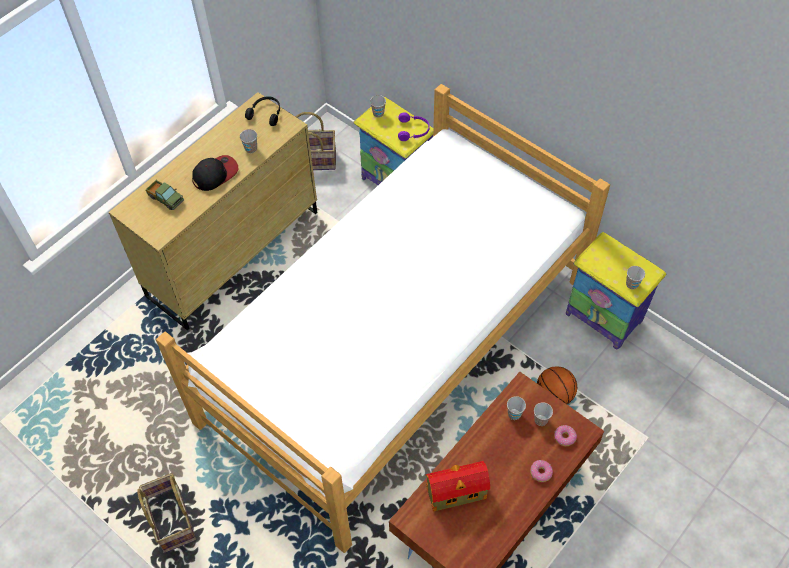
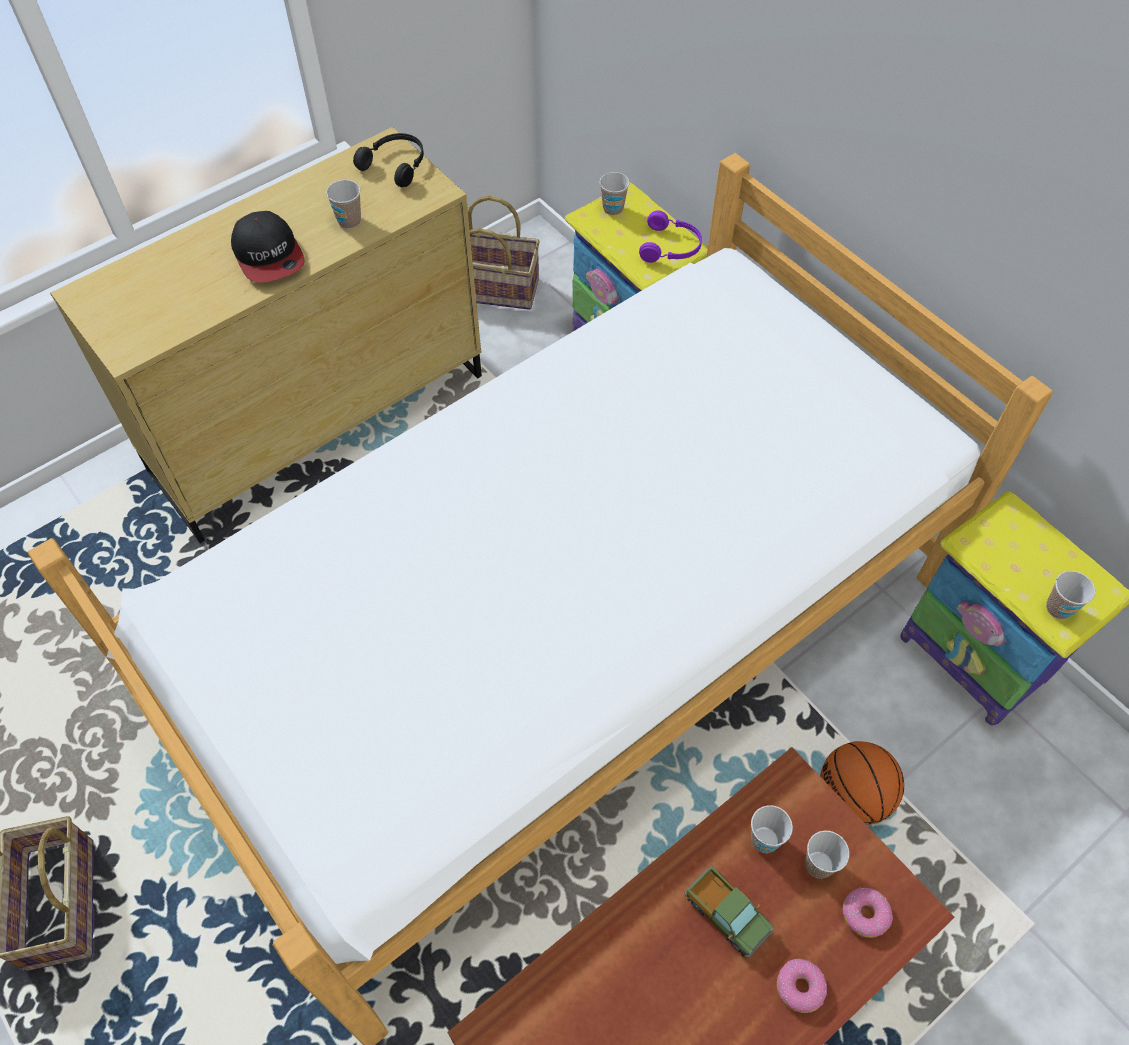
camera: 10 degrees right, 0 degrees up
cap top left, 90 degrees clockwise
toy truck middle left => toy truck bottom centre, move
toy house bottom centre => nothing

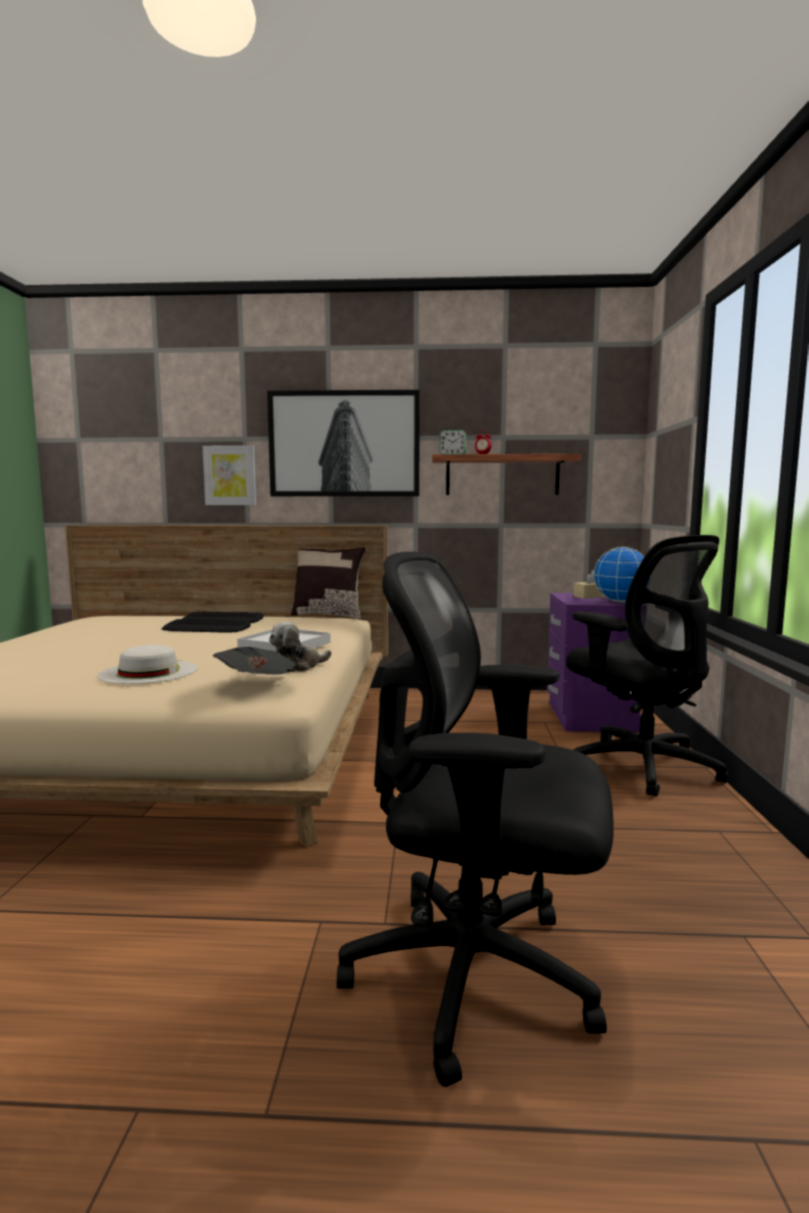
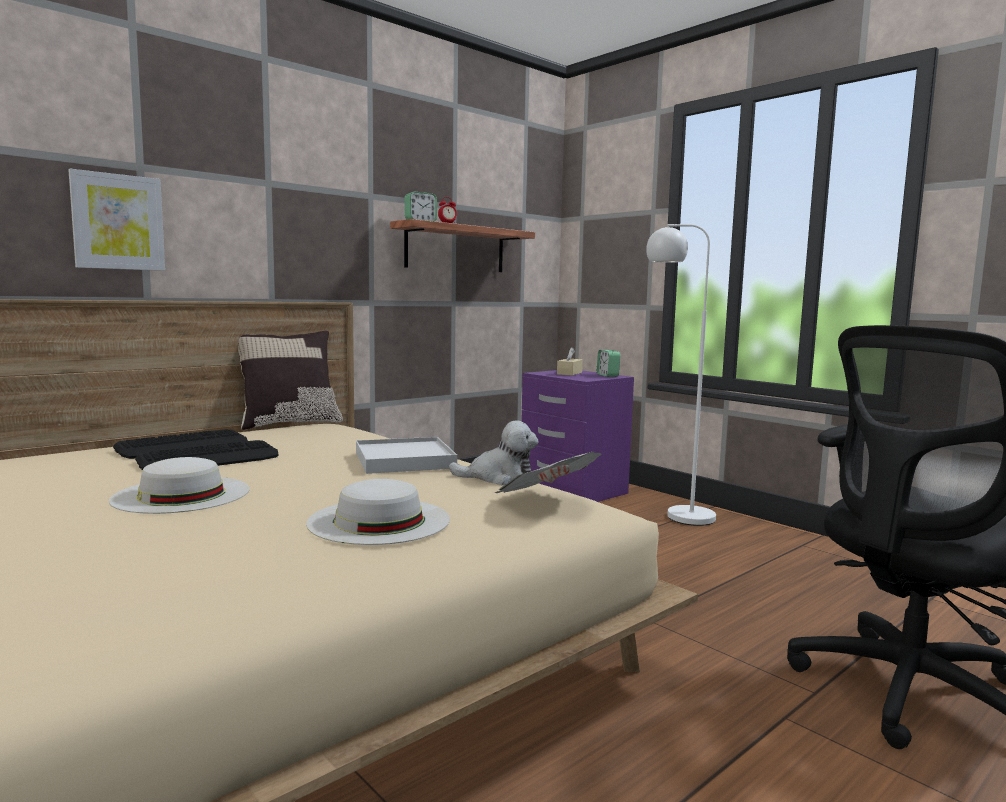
camera: 45 degrees left, 0 degrees up
nothing => hat (white) (1st from left) middle left
plush toy centre, 90 degrees counterclockwise
globe middle right => alarm clock (3rd from left) centre
office chair (black) (2nd from left) middle right => floor lamp (white) middle right
picture (2nd from left) centre => nothing

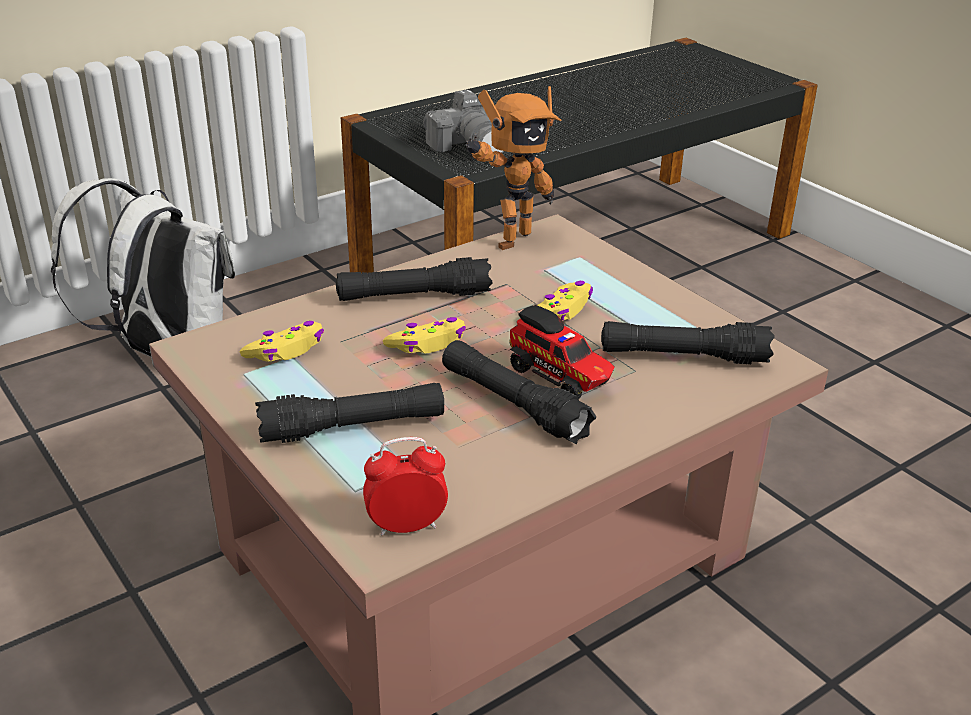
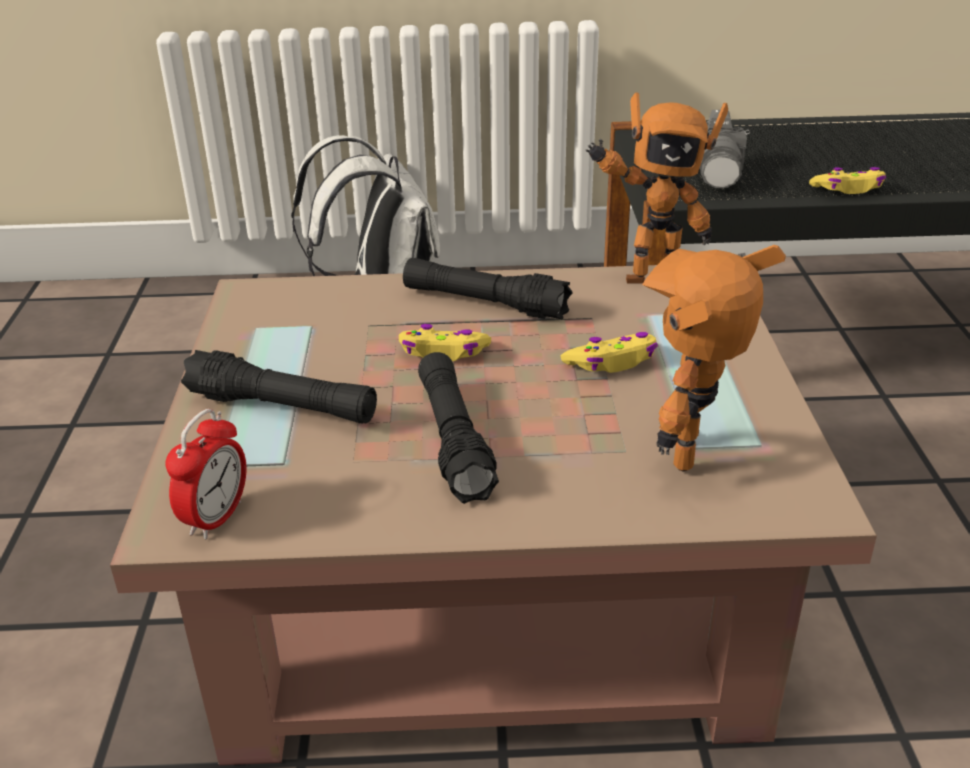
camera: 35 degrees right, 0 degrees up
alarm clock bottom centre => alarm clock middle left, 90 degrees clockwise
flashlight (black) (4th from left) middle right => toy robot (2nd from left) middle right
game controller (yellow) (1st from left in the first image) middle left => game controller (yellow) (3rd from left) top right, move
toy truck centre => nothing

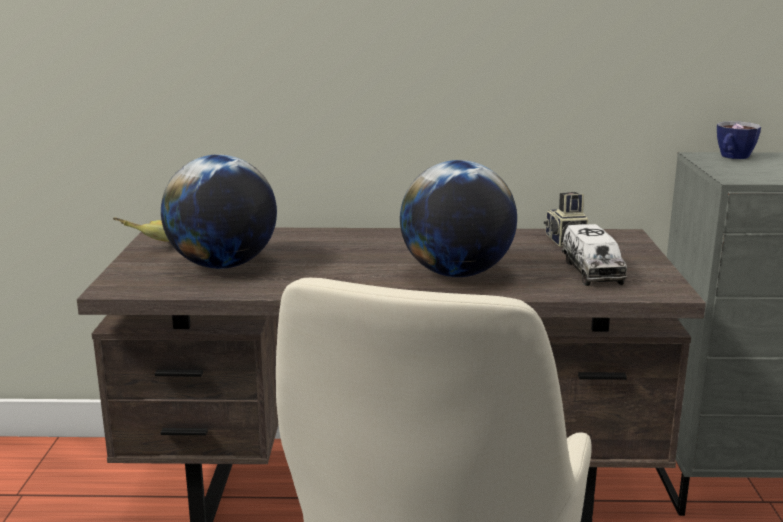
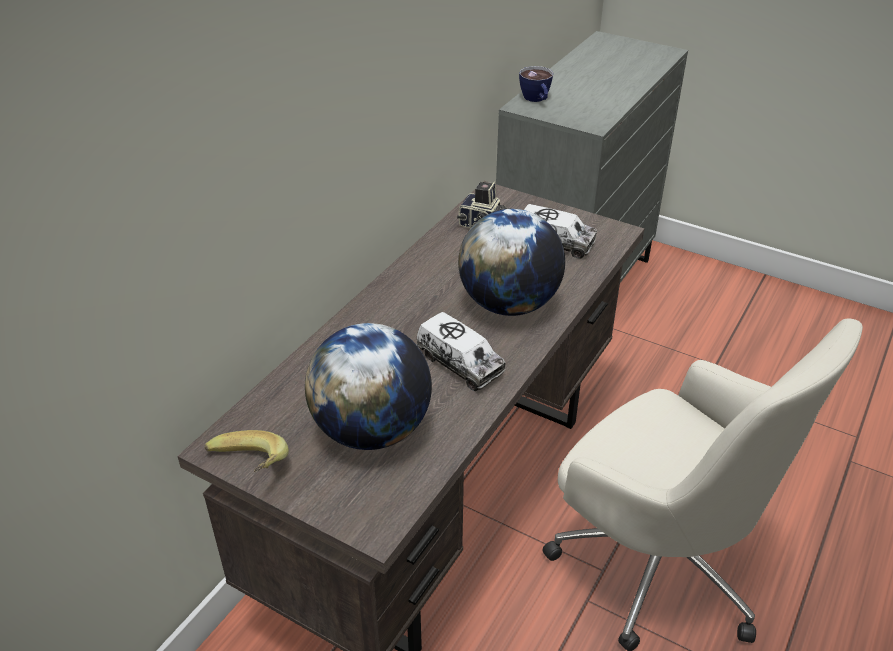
camera: 60 degrees left, 20 degrees up
nothing => toy truck (1st from left) centre

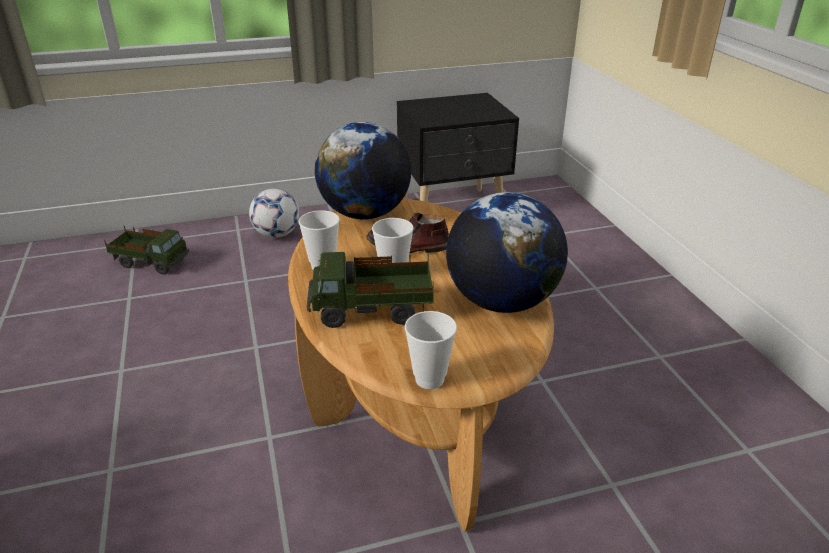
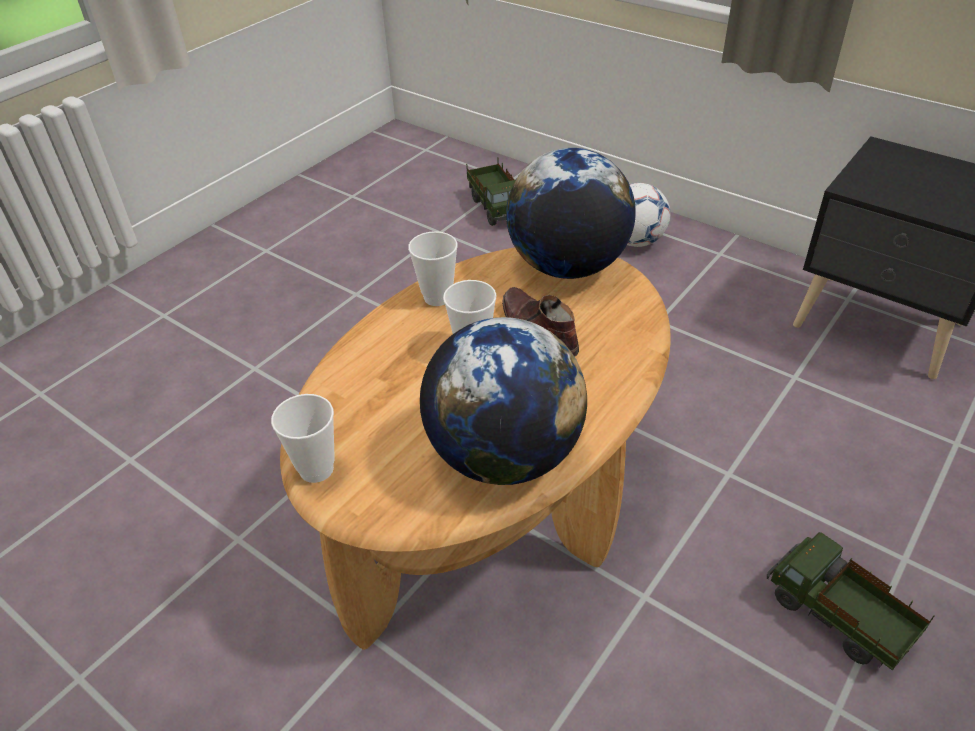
camera: 55 degrees right, 10 degrees up
toy truck (2nd from left) centre => toy truck (2nd from left) bottom right, move

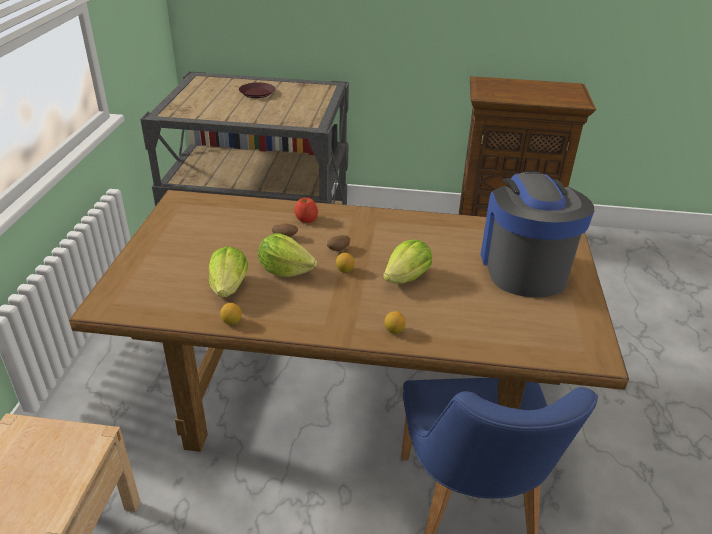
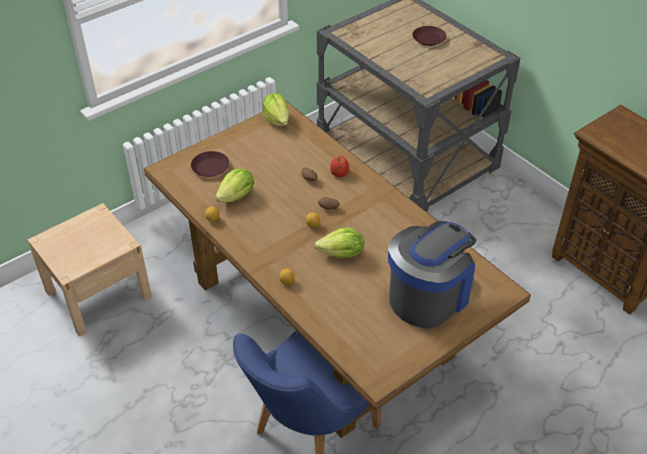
camera: 45 degrees right, 10 degrees up
nothing => plate (brown) (1st from left) middle left
lettuce (2nd from left) centre => lettuce (2nd from left) top centre, move

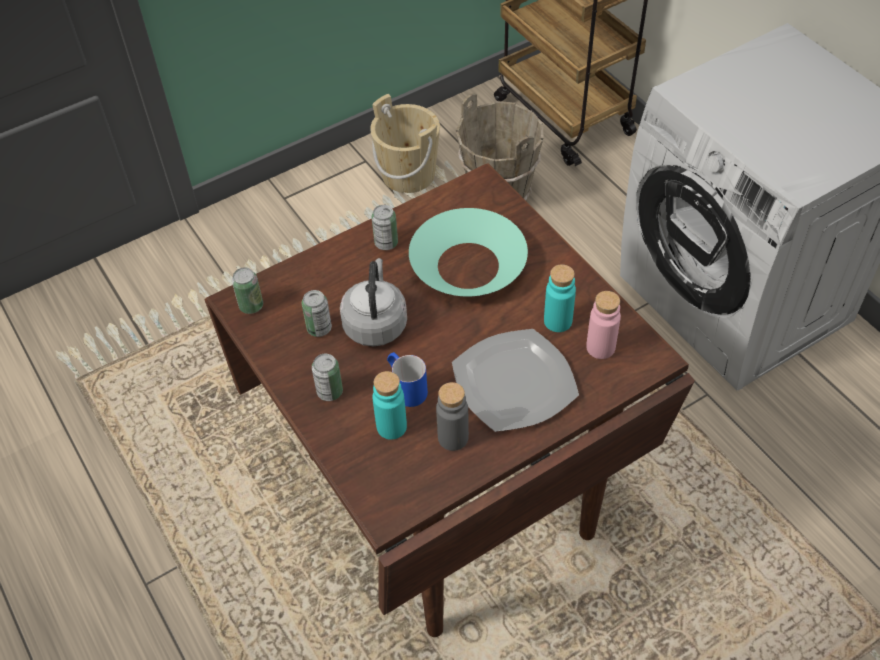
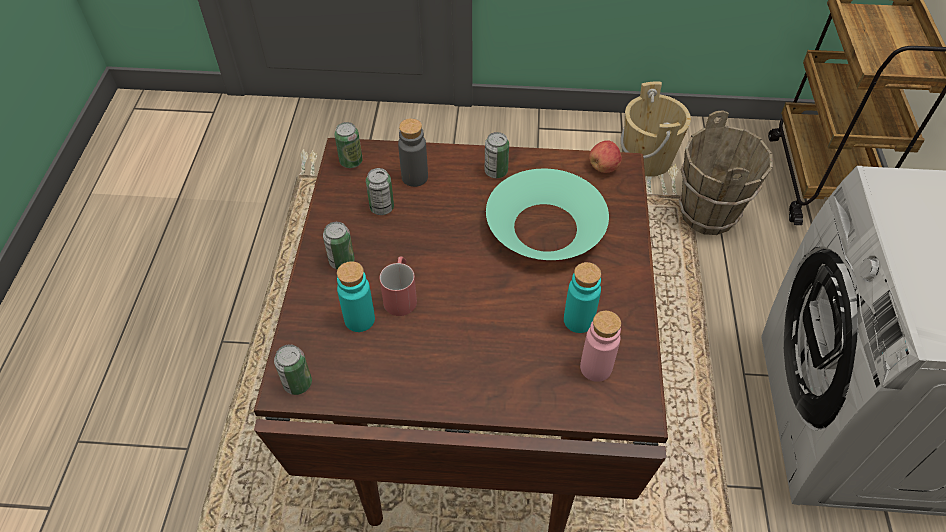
camera: 35 degrees right, 0 degrees up
nothing => can (1st from left) bottom left
mug (blue) centre => mug (red) centre
bottle (grey) centre => bottle (grey) top centre, move
nothing => apple top centre
kettle (grey) centre => nothing
plate centre => nothing

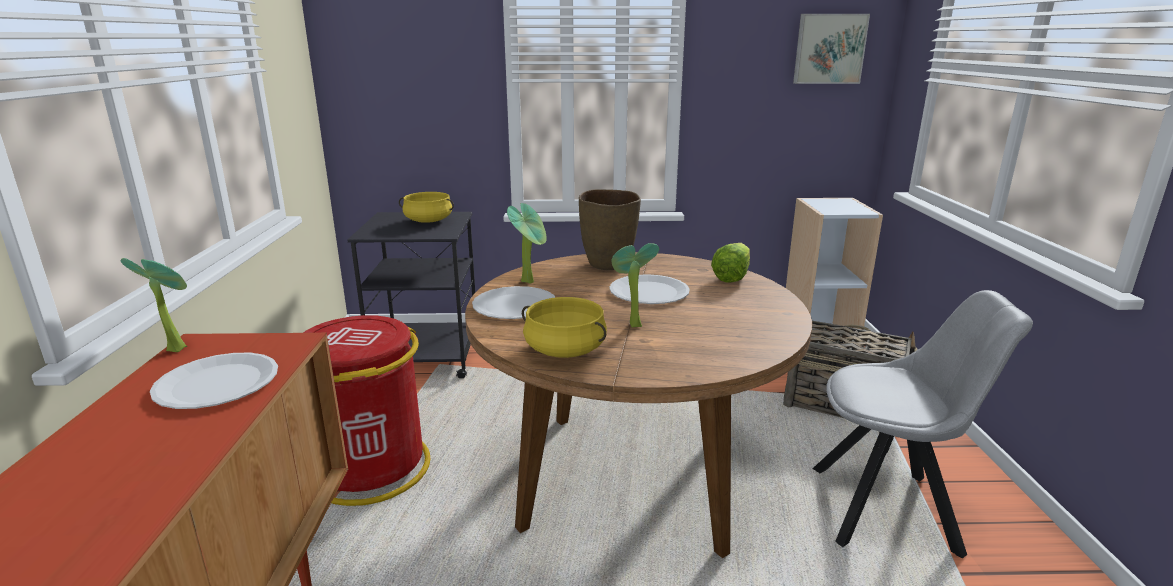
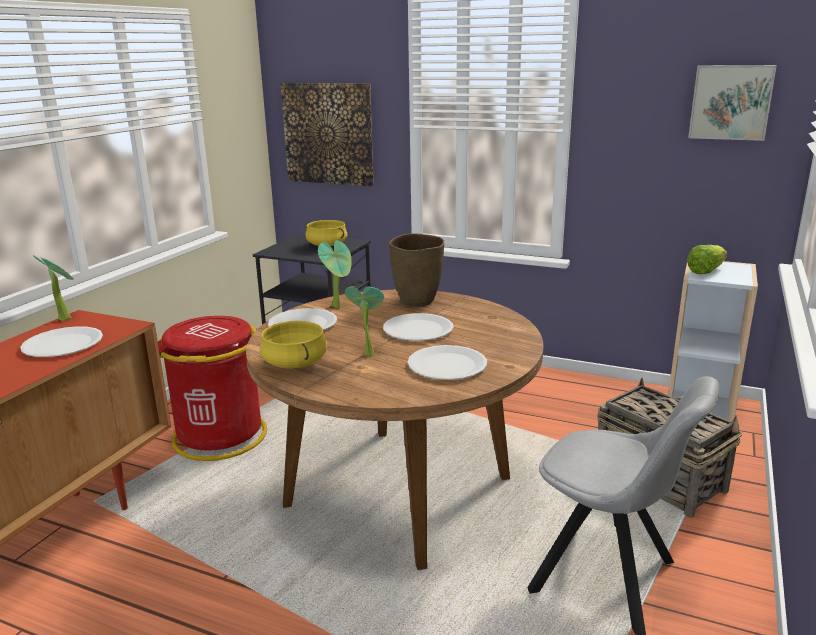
camera: 25 degrees right, 0 degrees up
nothing => picture (1st from left) top centre
nothing => plate (white) (4th from left) centre
lettuce centre => lettuce middle right, move

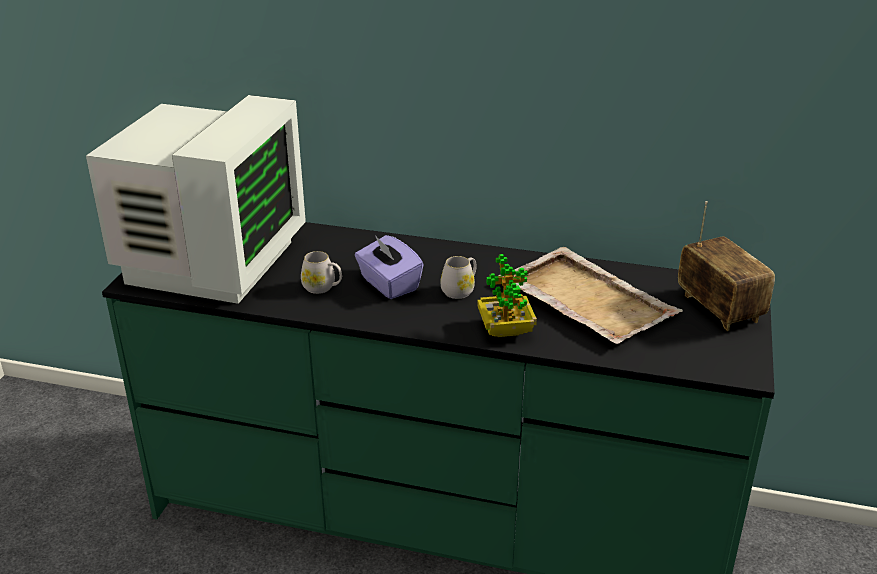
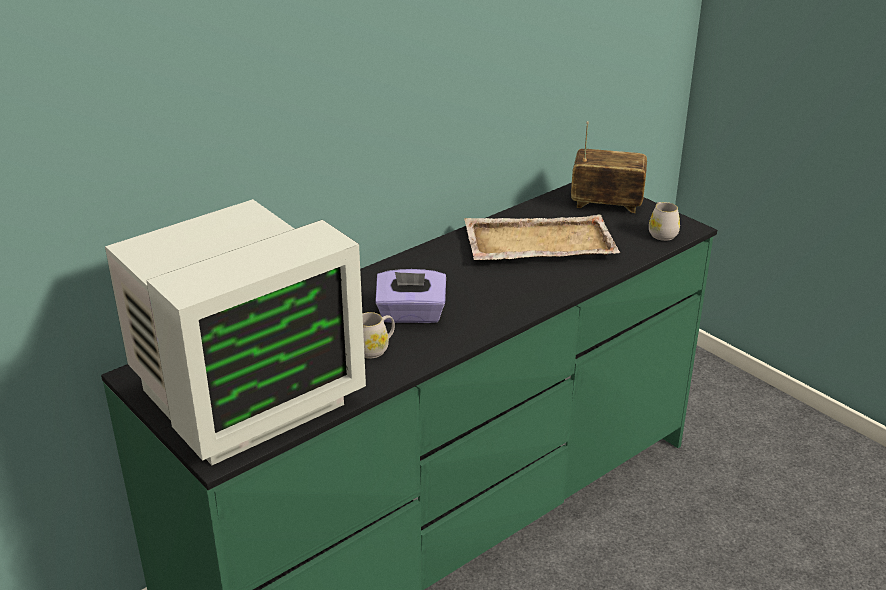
camera: 55 degrees left, 0 degrees up
monitor middle left, 90 degrees clockwise
mug (white) (2nd from left) centre => mug (white) (2nd from left) middle right, move
potted plant centre => nothing

